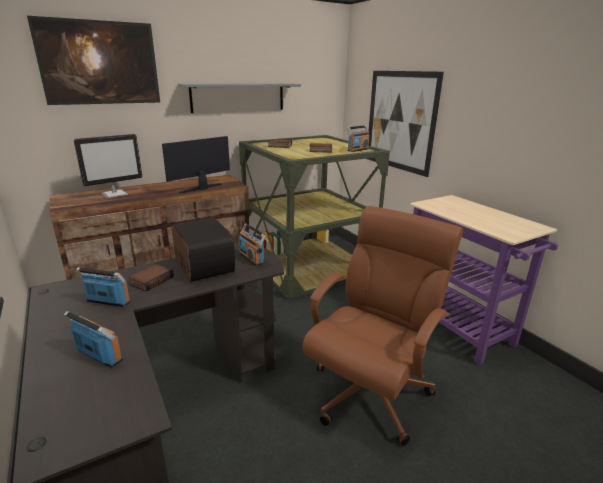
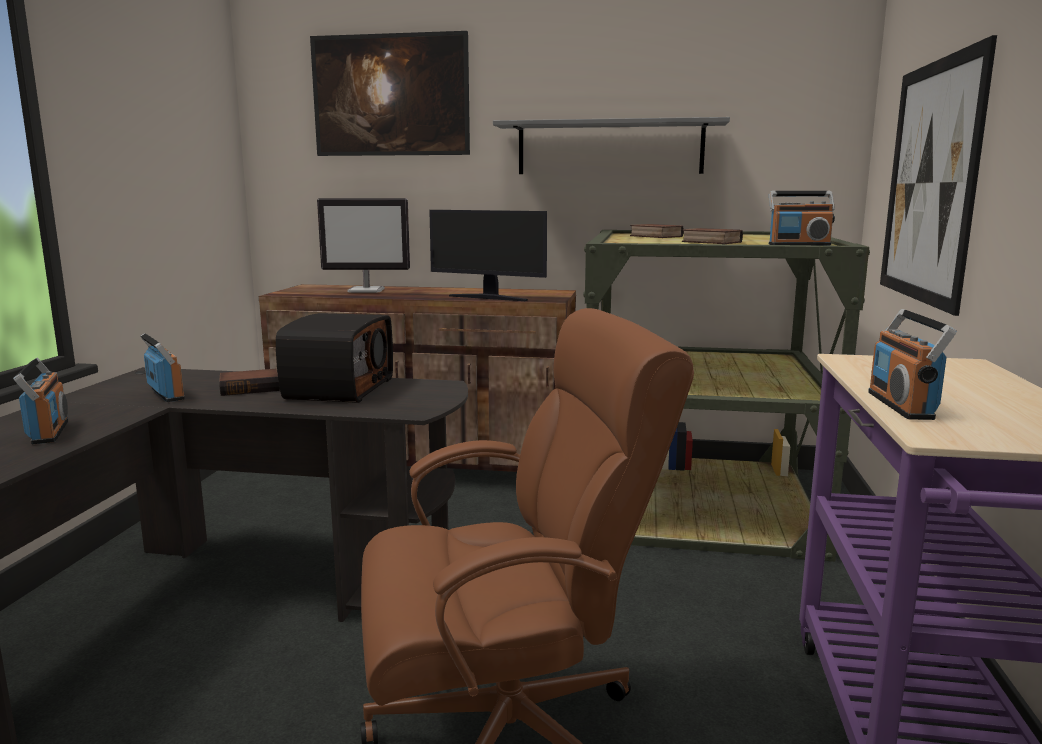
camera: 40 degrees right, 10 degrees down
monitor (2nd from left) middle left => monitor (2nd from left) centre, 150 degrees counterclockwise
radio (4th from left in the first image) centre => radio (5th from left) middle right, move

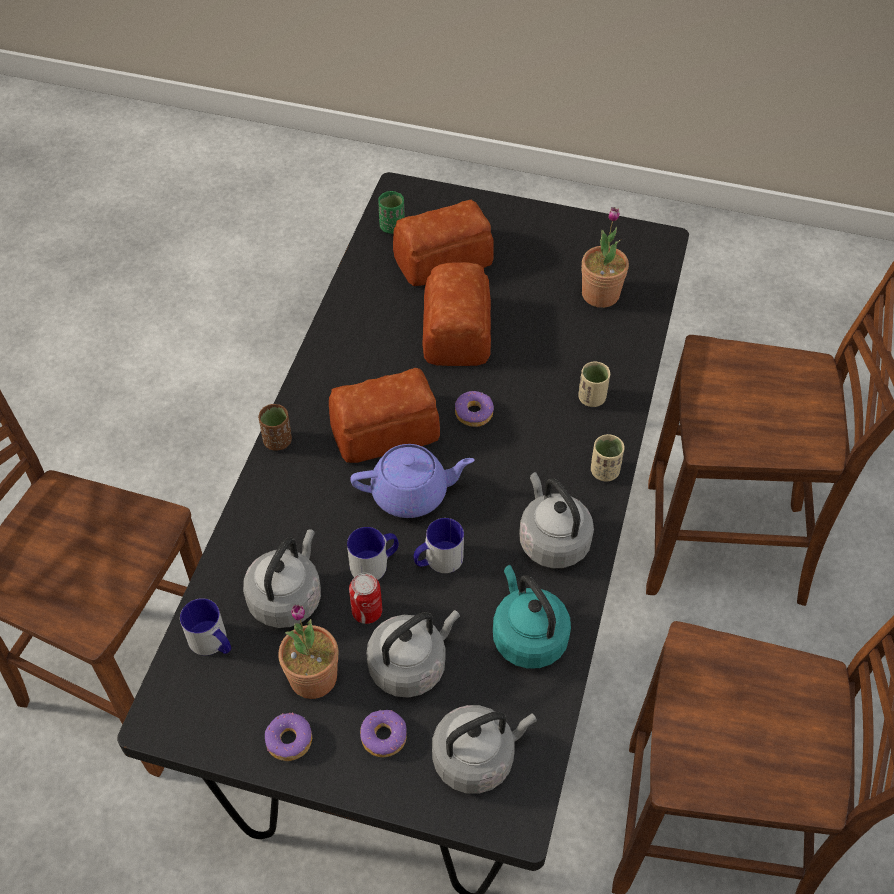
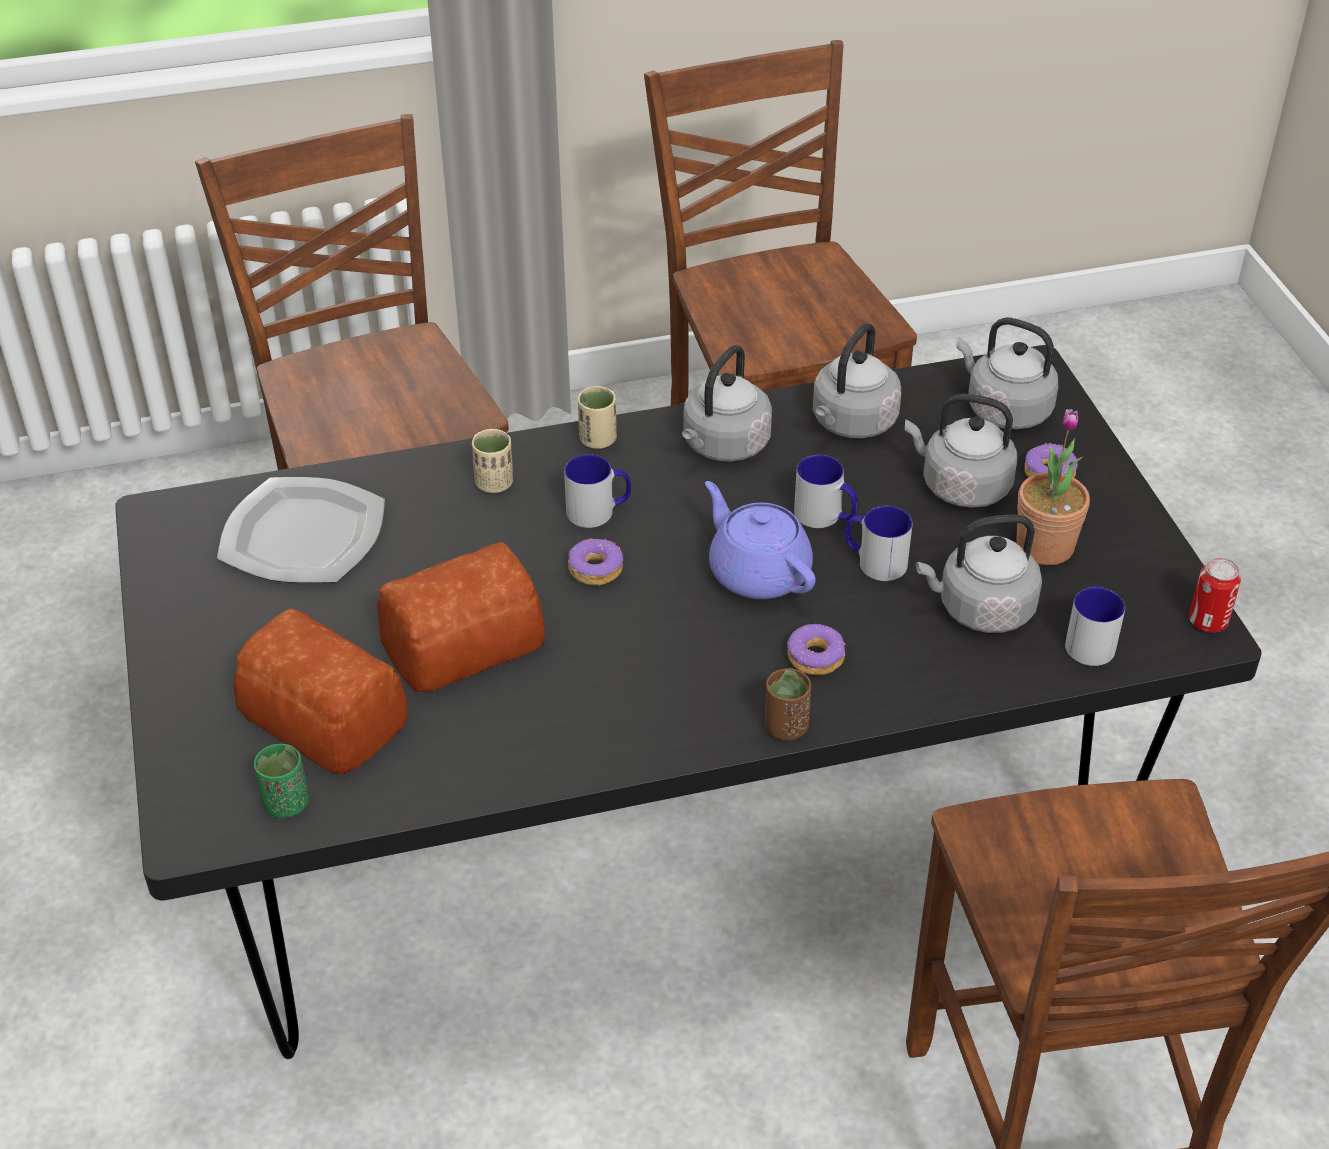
camera: 120 degrees left, 10 degrees down
potted plant (2nd from left) top right => plate middle left
nothing => mug (1st from left) centre
donut (1st from left in the first image) bottom left => donut (2nd from left) centre, move
kettle (turquoise) bottom centre => kettle (grey) (2nd from left) top centre
can bottom centre => can middle right, move
bread (1st from left) centre => nothing

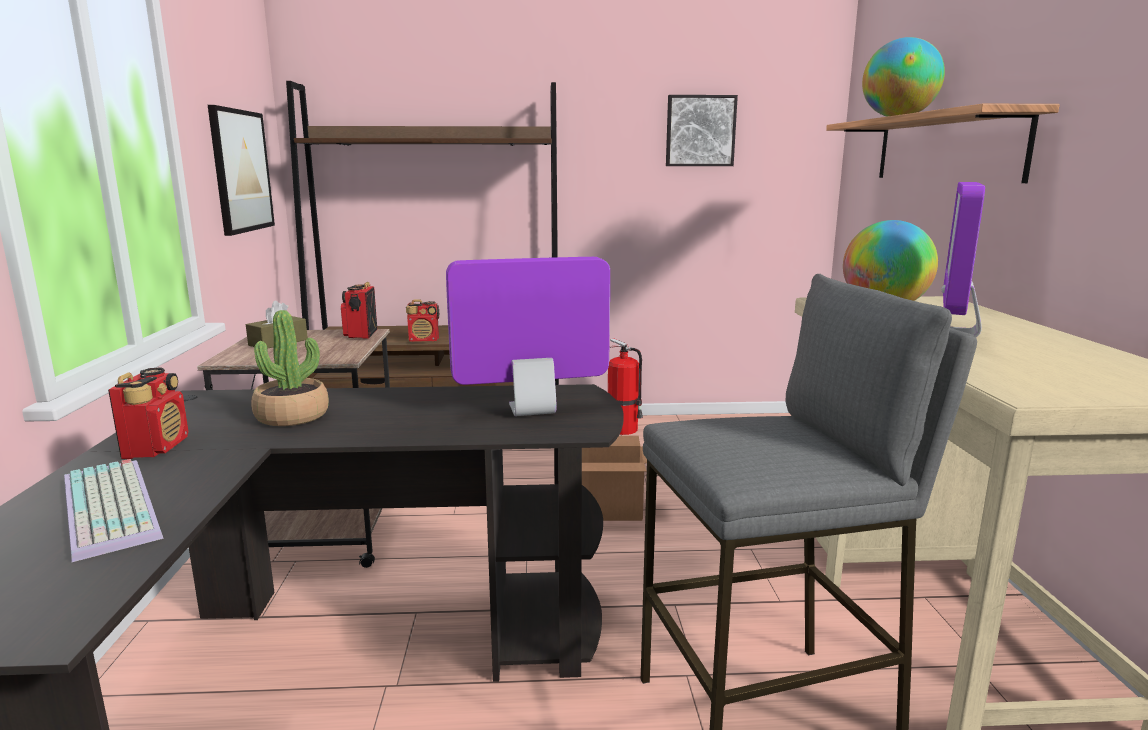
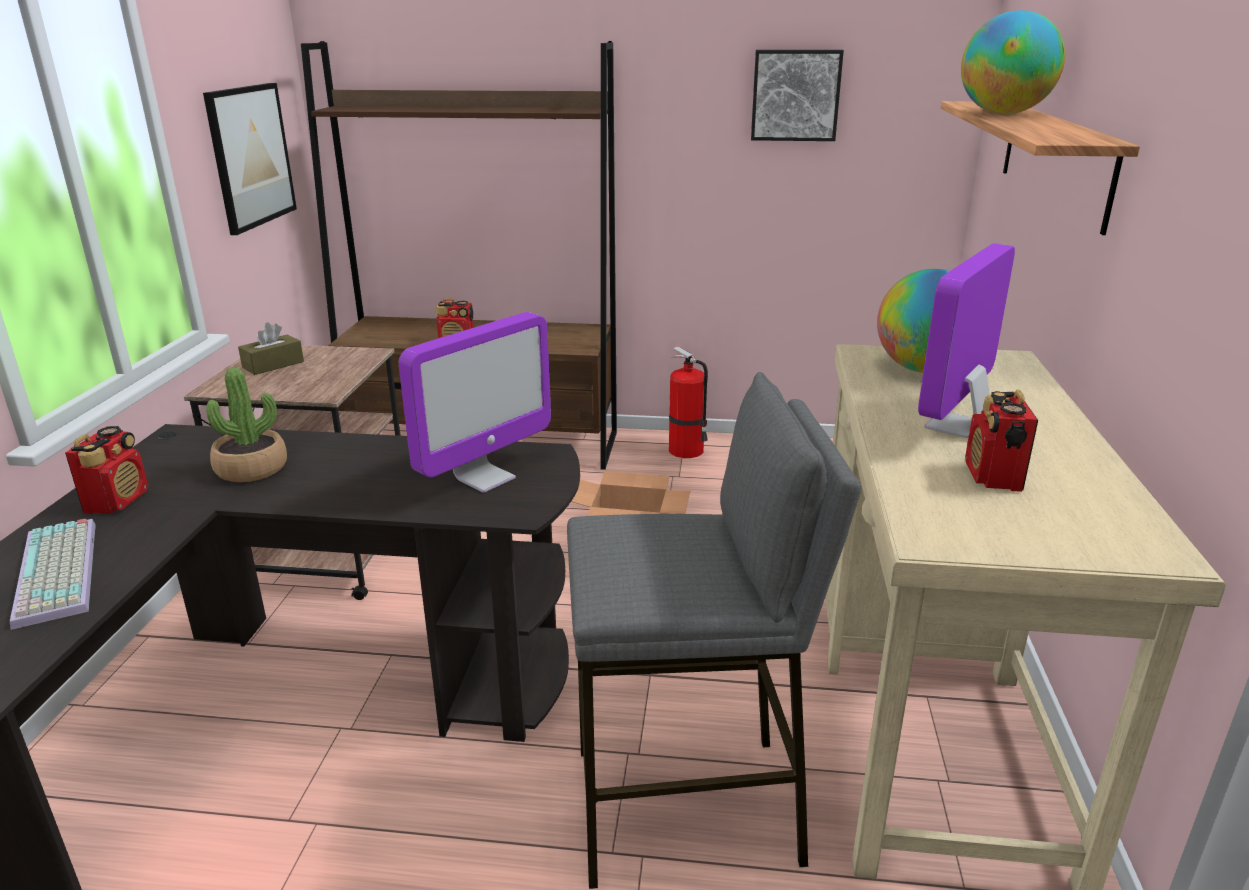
camera: 10 degrees right, 10 degrees up
monitor (1st from left) centre, 135 degrees clockwise
radio (2nd from left in the first image) middle left => radio (3rd from left) middle right, move

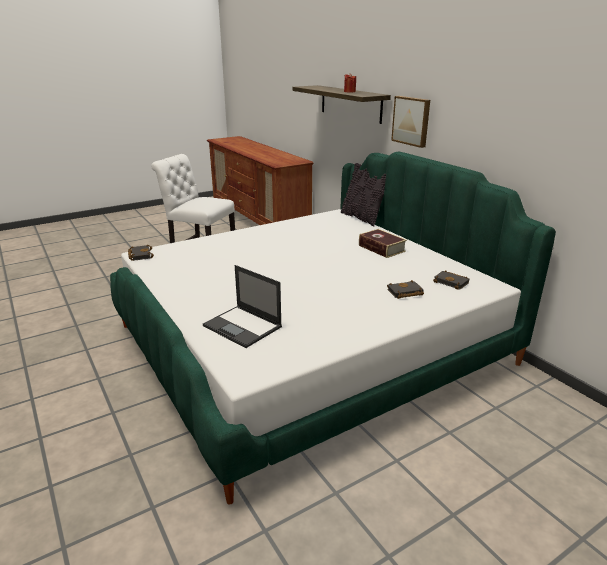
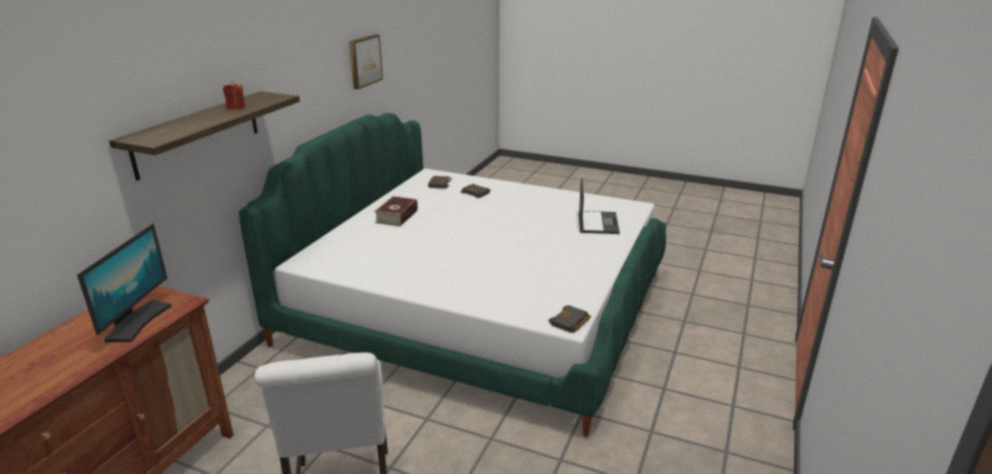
camera: 125 degrees left, 0 degrees up
nothing => monitor middle left
picture top right => picture top centre, move
pillow (black) centre => nothing

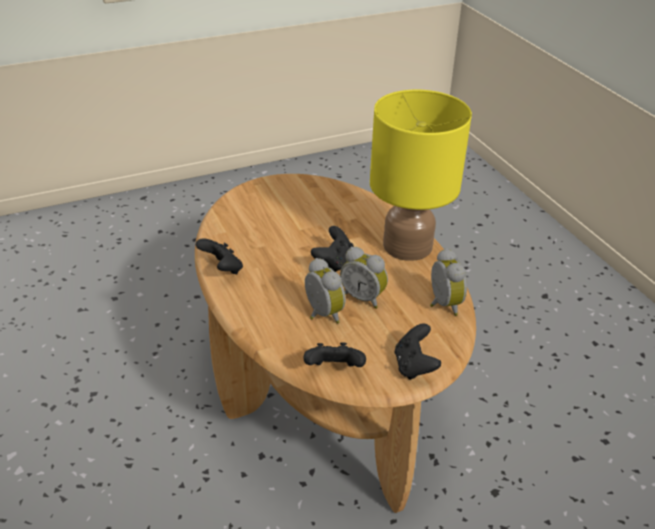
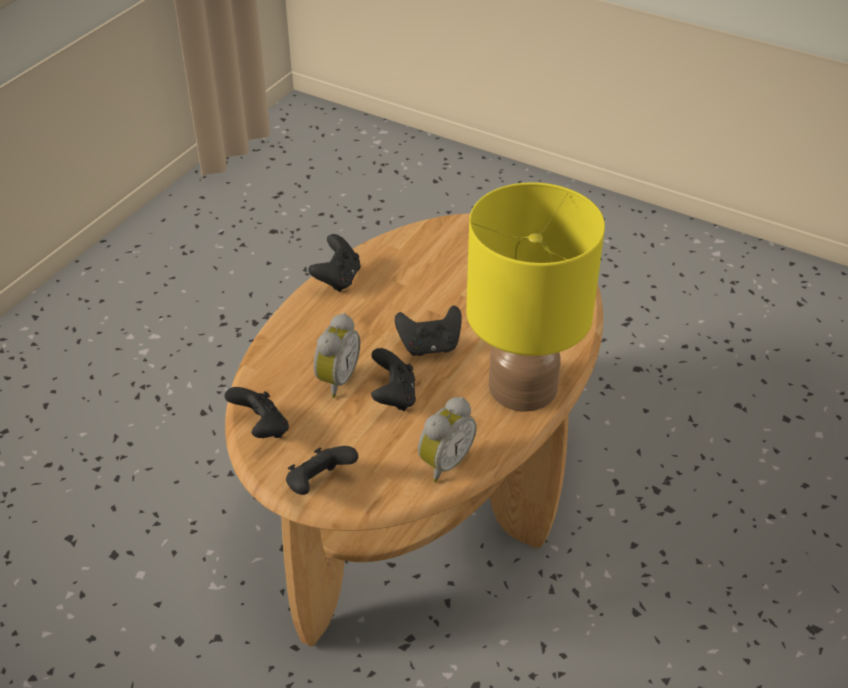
camera: 55 degrees right, 5 degrees up
alarm clock (2nd from left) centre => game controller (black) (4th from left) centre

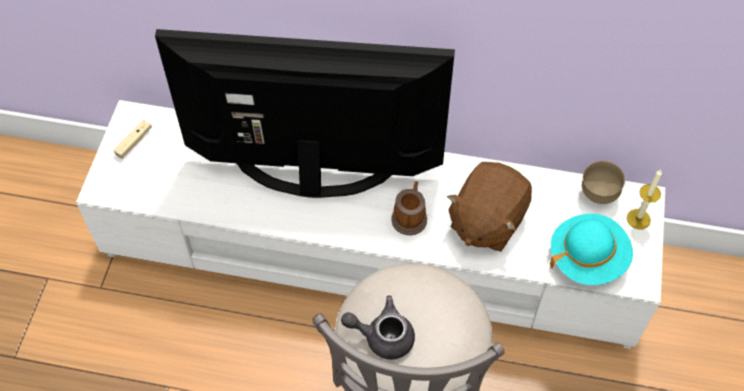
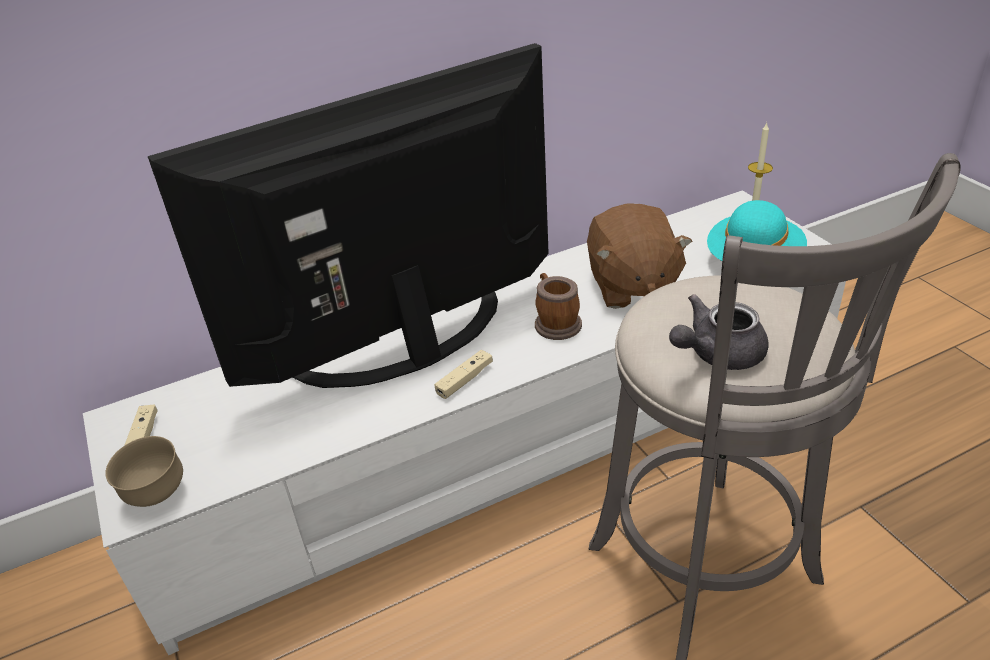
camera: 35 degrees left, 20 degrees down
bowl (brown) middle right => bowl (brown) bottom left, move
nothing => game controller (beige) (2nd from left) centre

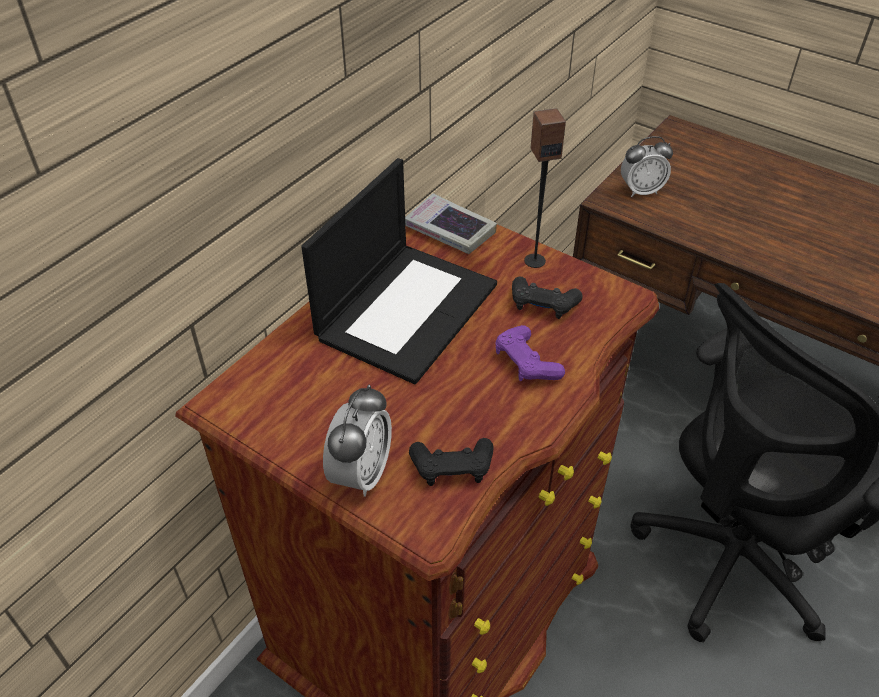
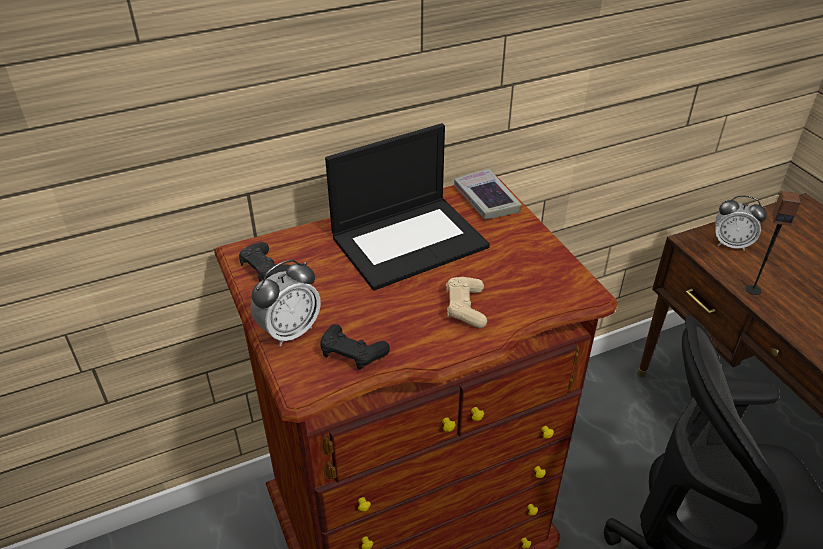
camera: 30 degrees right, 5 degrees down
game controller (black) (2nd from left in the first image) centre => game controller (black) (1st from left) middle left, move
game controller (purple) centre => game controller (beige) centre
speaker top centre => speaker middle right, move

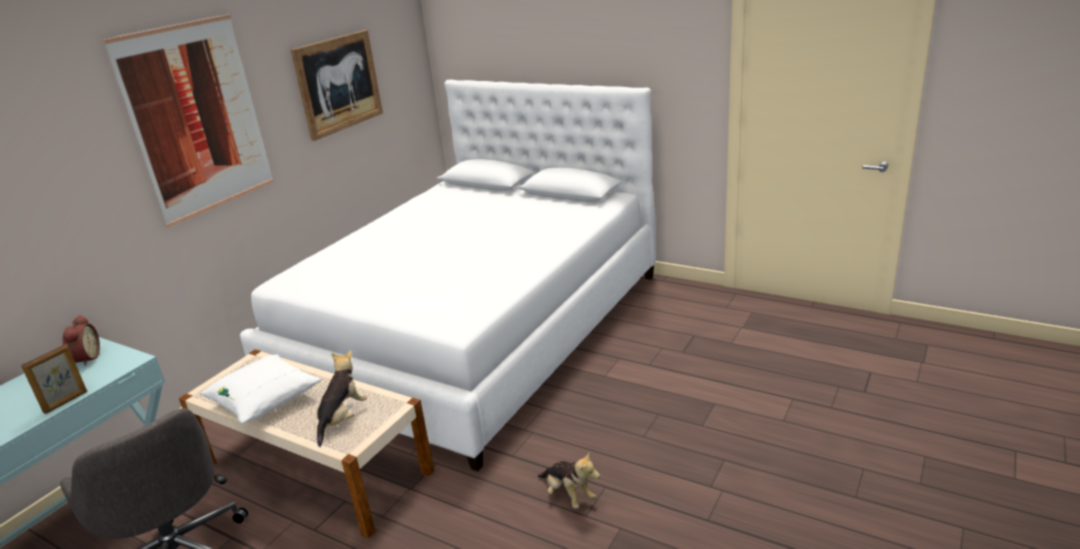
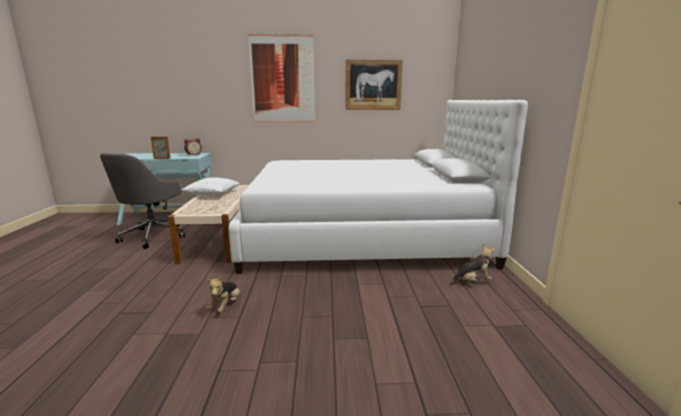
camera: 55 degrees right, 10 degrees down
plush toy (1st from left in the first image) bottom left => plush toy (2nd from left) middle right, move

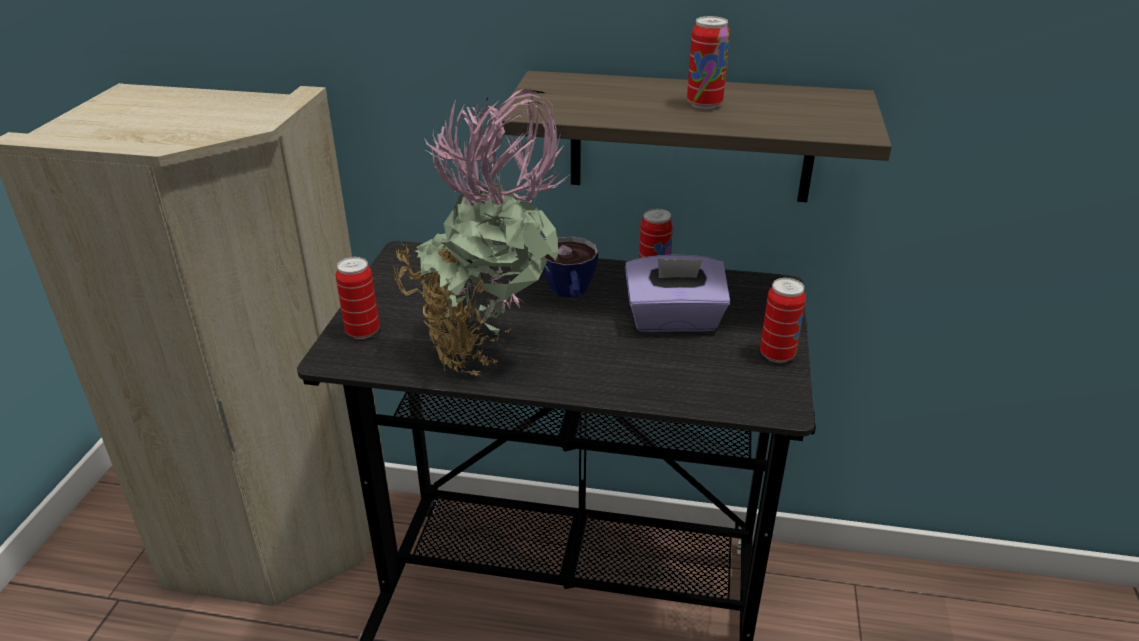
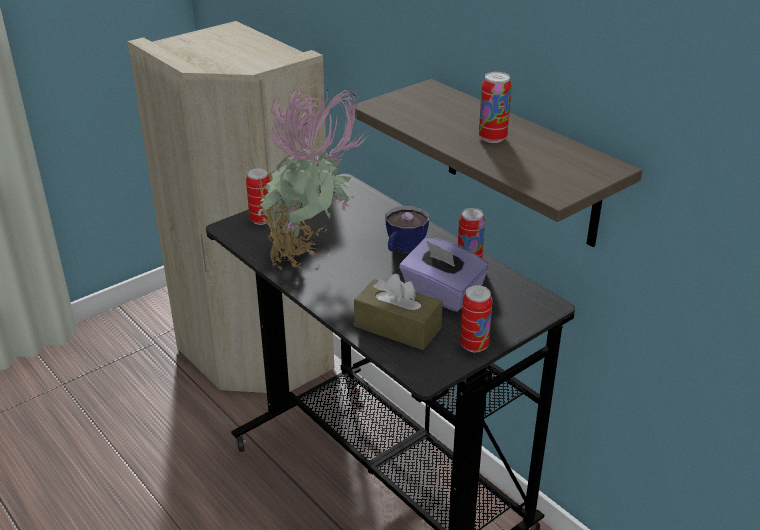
camera: 40 degrees right, 0 degrees up
nothing => tissue box (brown) centre

